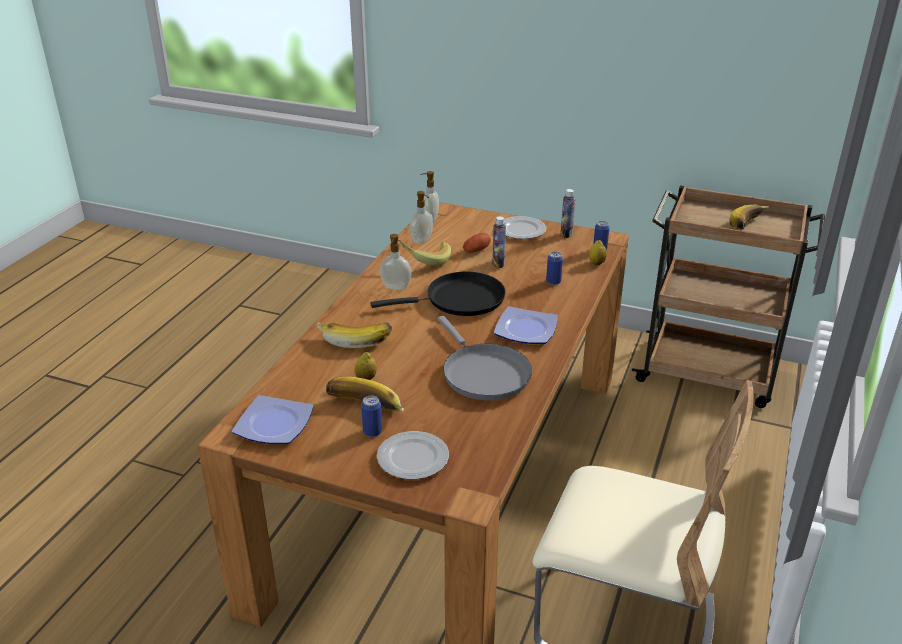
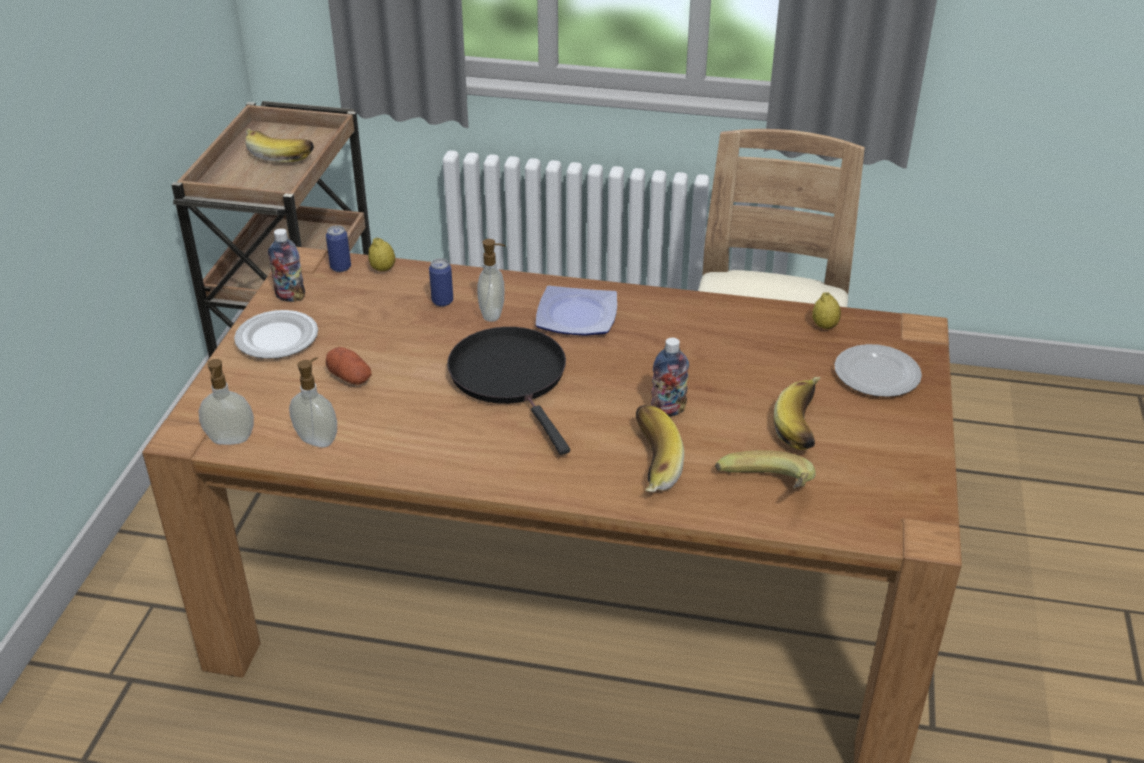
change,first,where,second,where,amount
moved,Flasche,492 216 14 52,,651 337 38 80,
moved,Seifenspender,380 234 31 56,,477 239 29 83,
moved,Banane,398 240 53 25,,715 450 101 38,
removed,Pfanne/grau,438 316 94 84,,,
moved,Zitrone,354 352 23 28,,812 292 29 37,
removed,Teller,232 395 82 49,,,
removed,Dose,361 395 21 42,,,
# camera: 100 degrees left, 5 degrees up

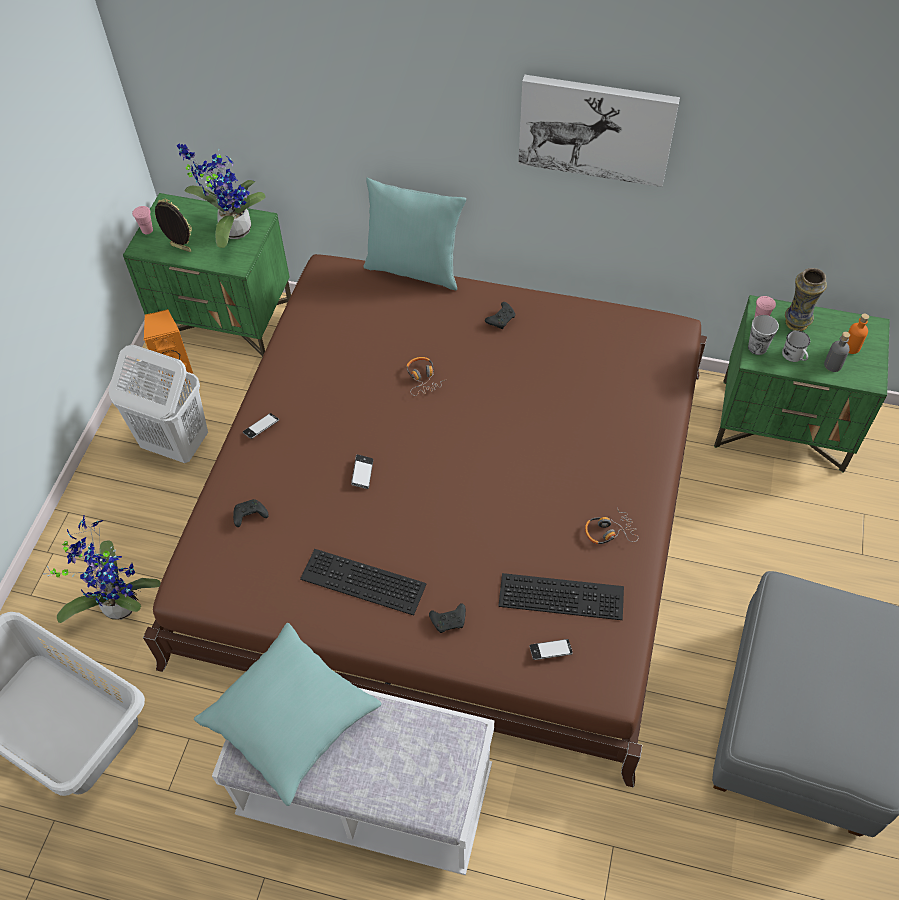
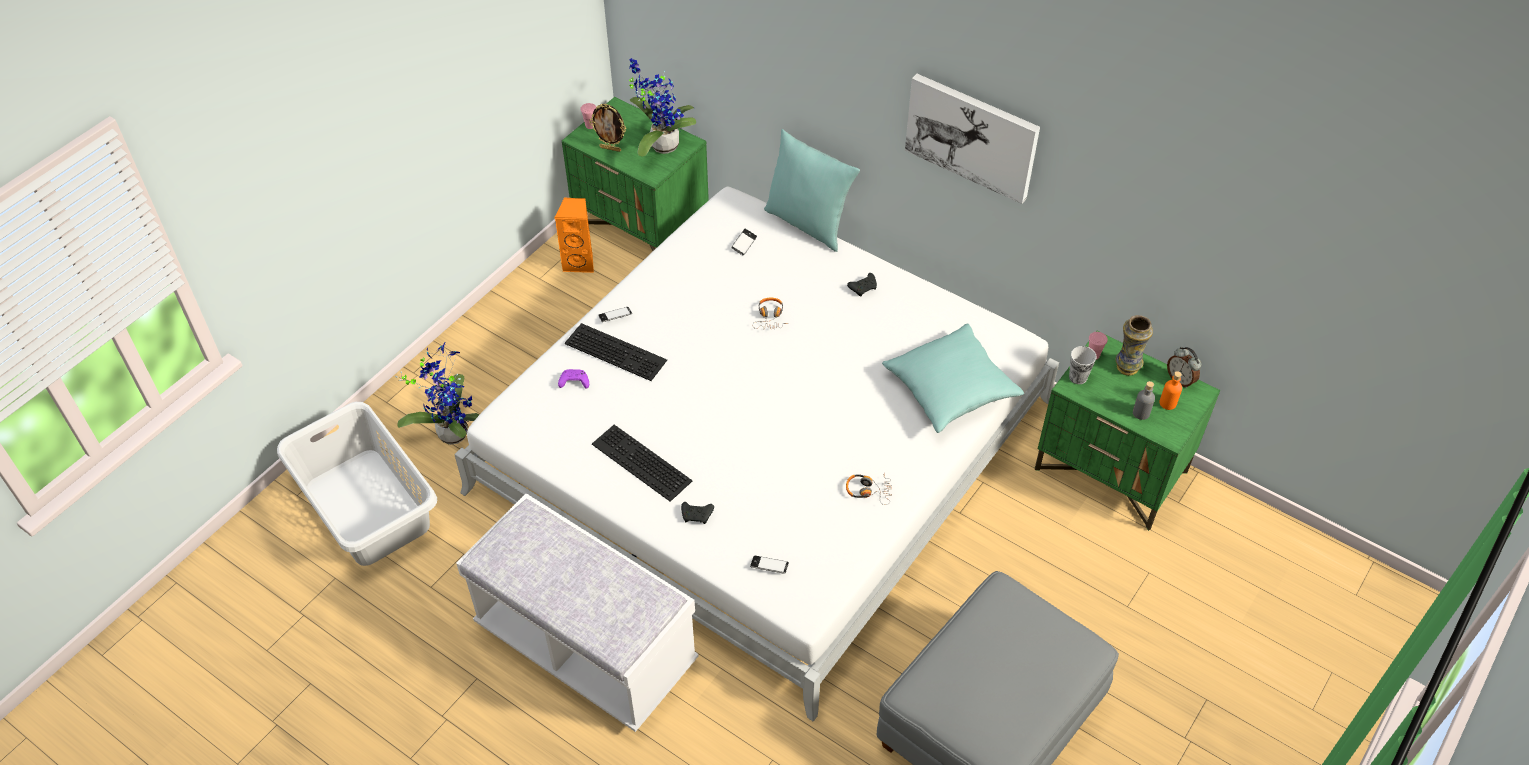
change,first,where,second,where,amount
turned,Bilderrahmen,155 199 37 53,,589 104 37 48,150 degrees clockwise
recoloured,Bett/braun,143 254 564 534,Bett/weiß,454 186 605 535,
removed,Henkelbecher/weiß,782 330 28 32,,,
removed,Wäschekorb/weiß,109 345 99 118,,,
moved,Handy,351 454 22 35,,731 229 26 26,
recoloured,Gamepad/schwarz,233 499 36 28,Gamepad/lila,558 369 31 20,
moved,Tastatur,498 573 126 47,,565 323 102 58,
moved,Kissen/türkis,194 623 187 183,,882 323 142 110,
added,,,Wecker,1167 347 35 41,
# camera: 20 degrees right, 5 degrees down

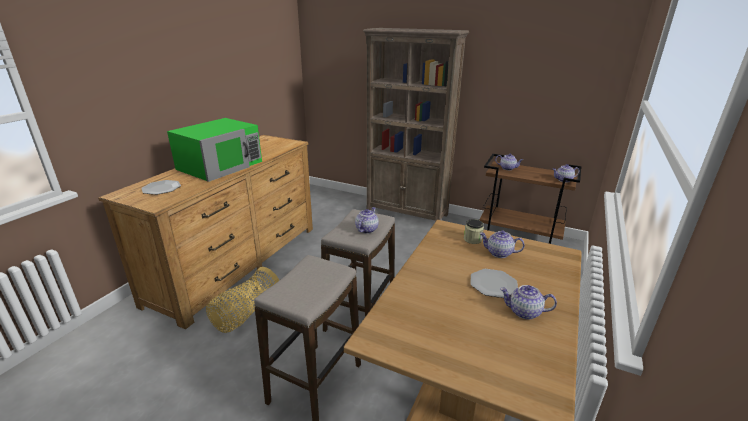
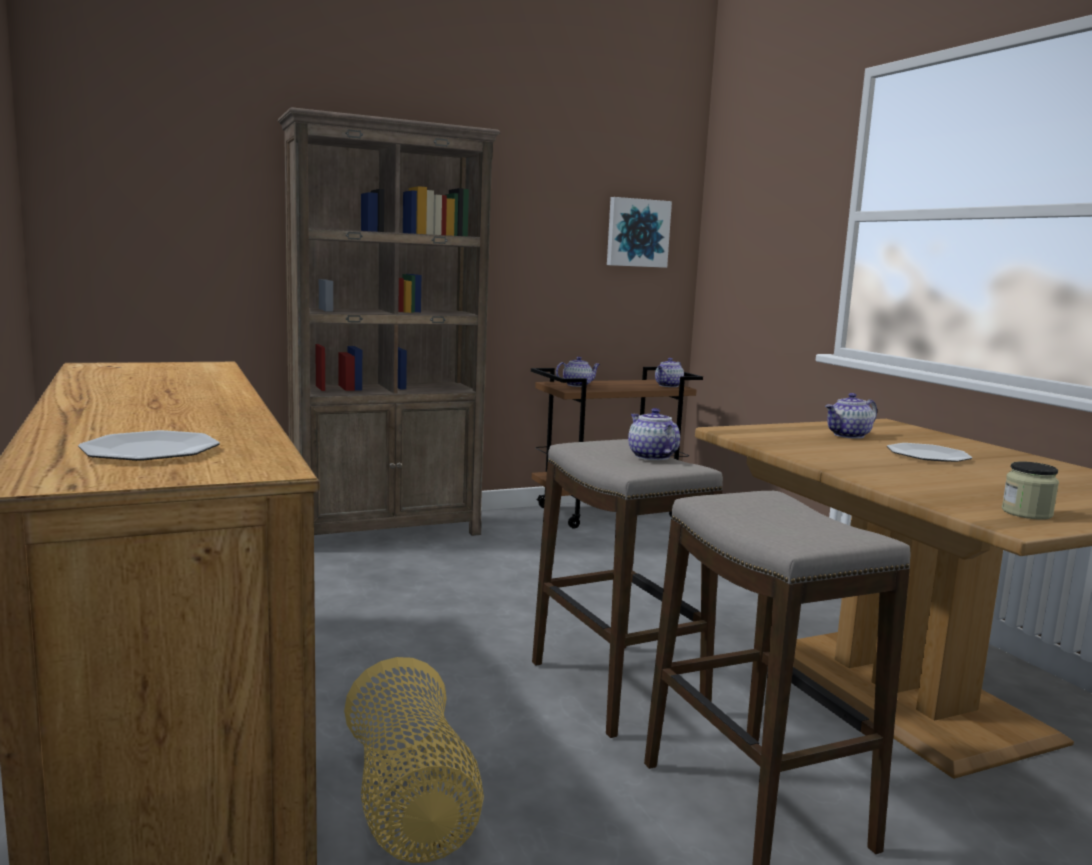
change,first,where,second,where,amount
removed,Mikrowelle/grün,167 118 95 64,,,
moved,Vorratsglas,464 219 20 25,,1002 461 57 59,
removed,Teekanne,500 285 57 35,,,
added,,,Bild,607 197 65 71,
# camera: 50 degrees left, 15 degrees down

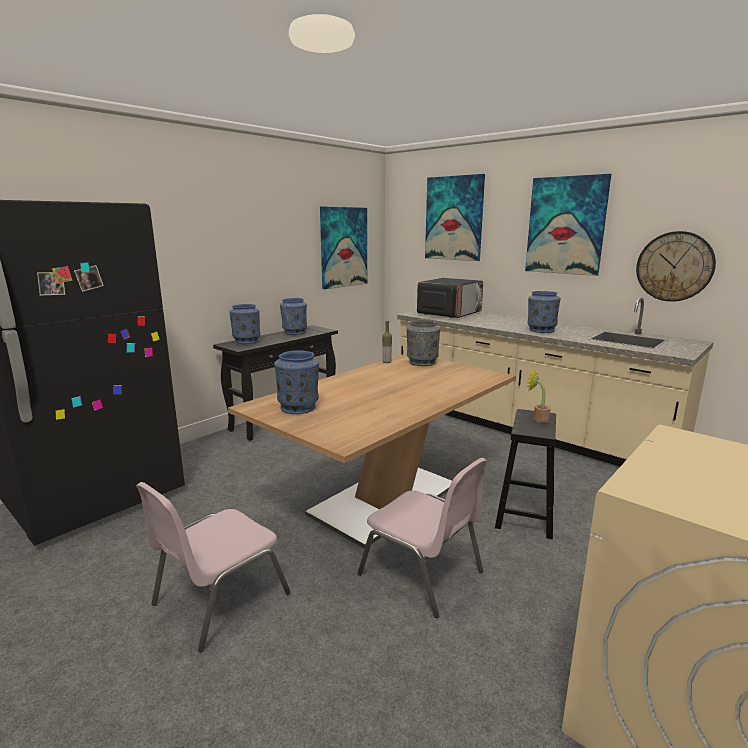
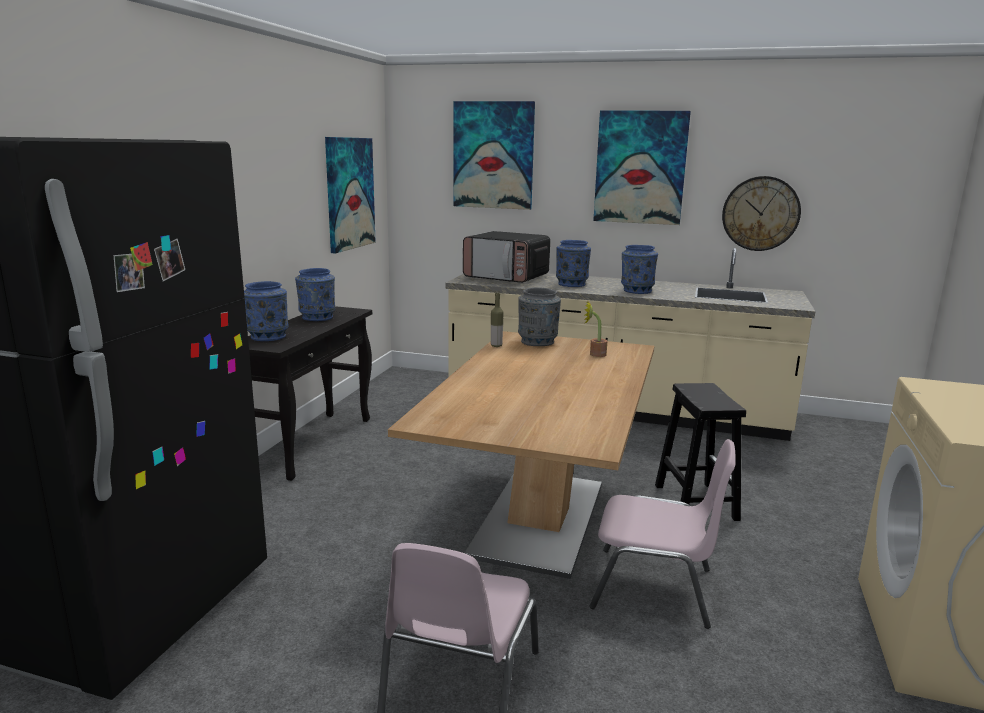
change,first,where,second,where,amount
turned,Mikrowelle,417 278 66 40,,463 231 87 52,105 degrees clockwise
moved,Vase/blau,274 350 45 64,,556 240 35 47,
moved,Topfpflanze,527 369 24 54,,584 301 23 56,
# camera: 25 degrees left, 0 degrees up

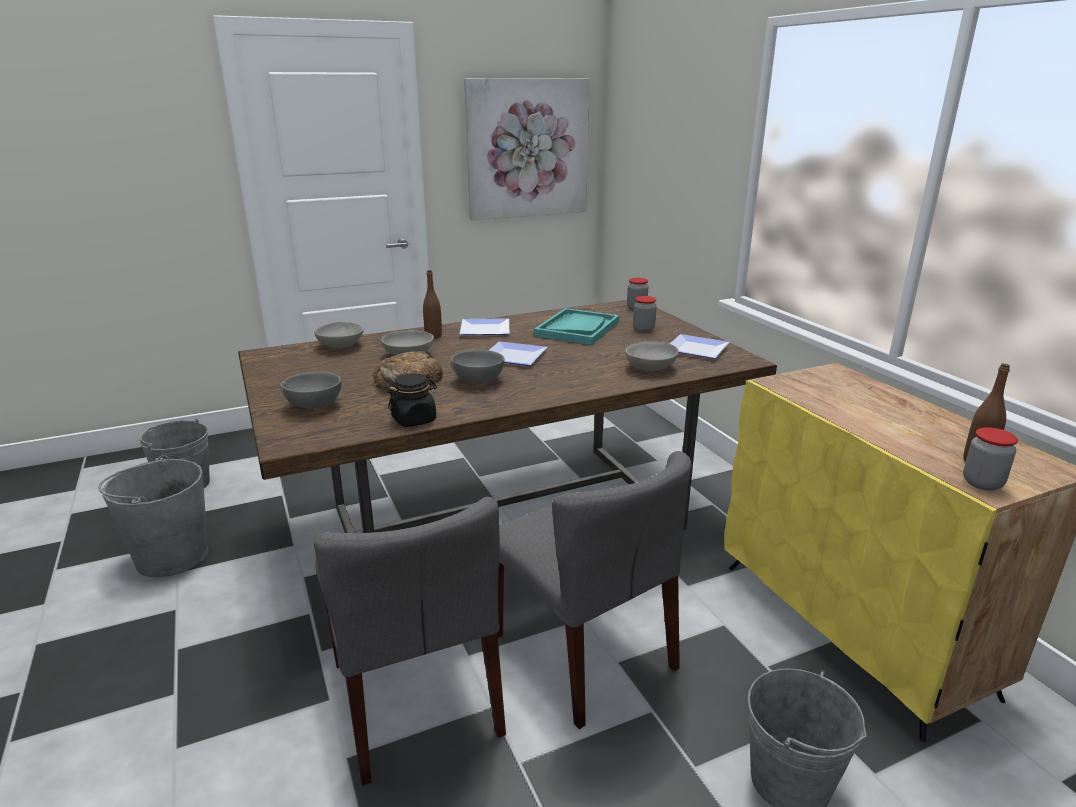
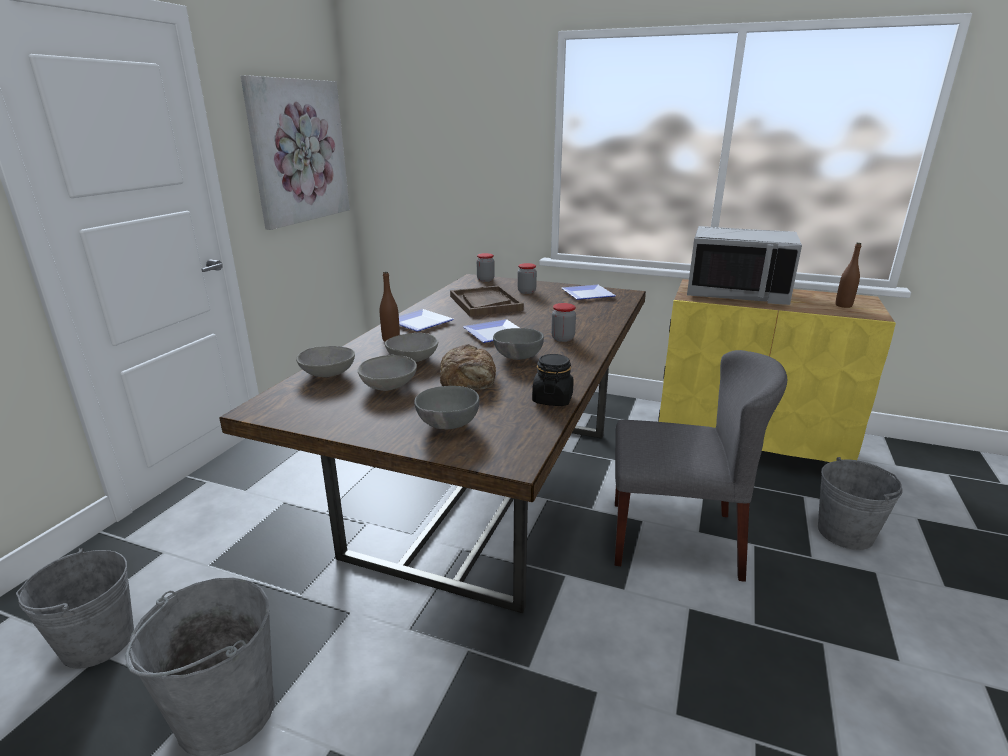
change,first,where,second,where,amount
recoloured,Tablett/türkis,534 308 85 37,Tablett/braun,450 285 74 31,
moved,Schüssel/grau,625 341 54 30,,358 355 59 36,
moved,Vorratsglas,963 427 55 64,,551 303 25 39,
removed,Stuhl/grau,314 497 192 289,,,
added,,,Mikrowelle/grau,687 226 115 79,
# camera: 45 degrees left, 0 degrees up

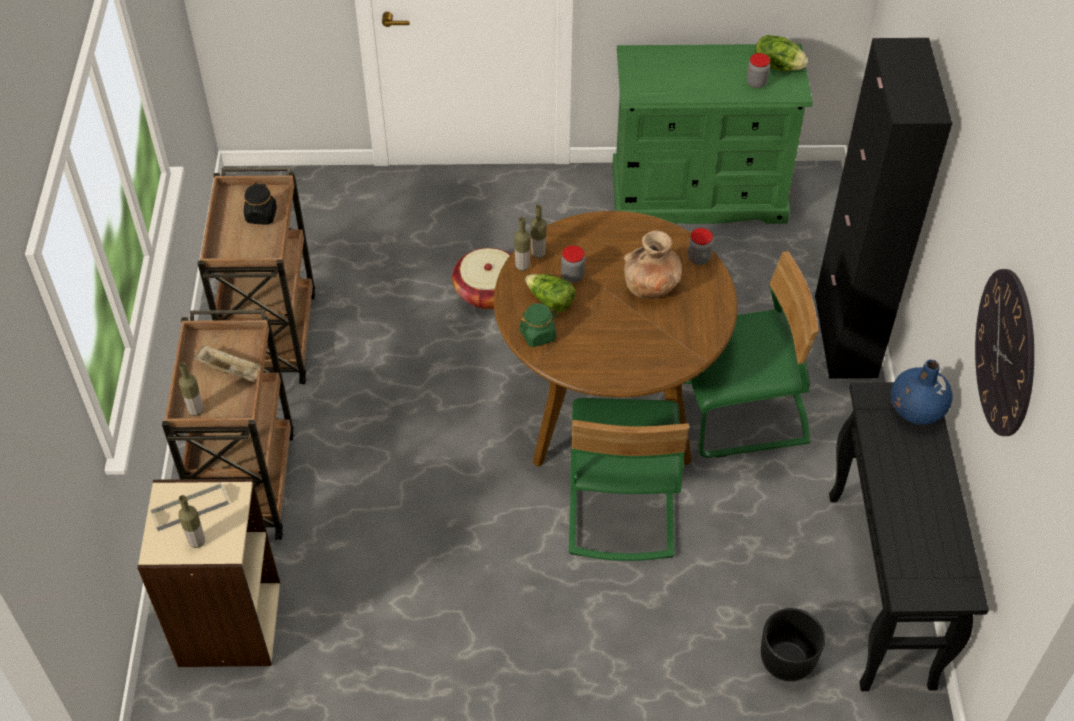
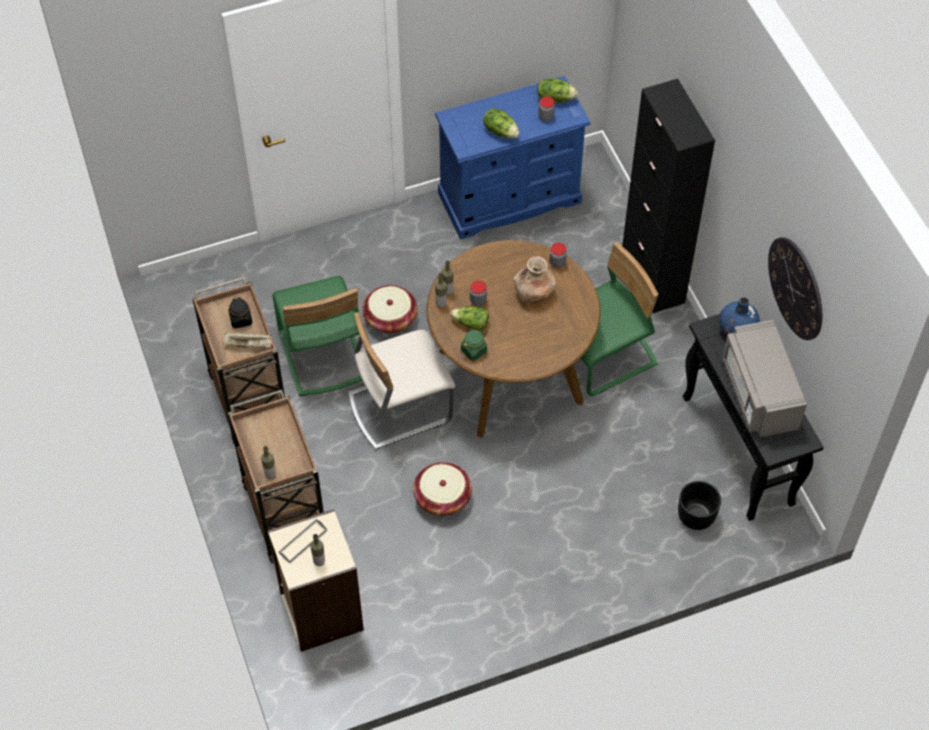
change,first,where,second,where,amount
recoloured,Kommode/grün,612 44 201 180,Kommode/blau,435 76 156 164,
moved,Tablett/beige,194 345 68 37,,223 333 49 15,
moved,Stuhl/grün,569 398 120 163,,272 276 90 120,
added,,,Salatkopf,483 108 37 30,
added,,,Stuhl/beige,348 312 107 138,
added,,,Mikrowelle/grau,722 320 85 118,
added,,,Korb,413 462 59 54,
# camera: 20 degrees left, 5 degrees up

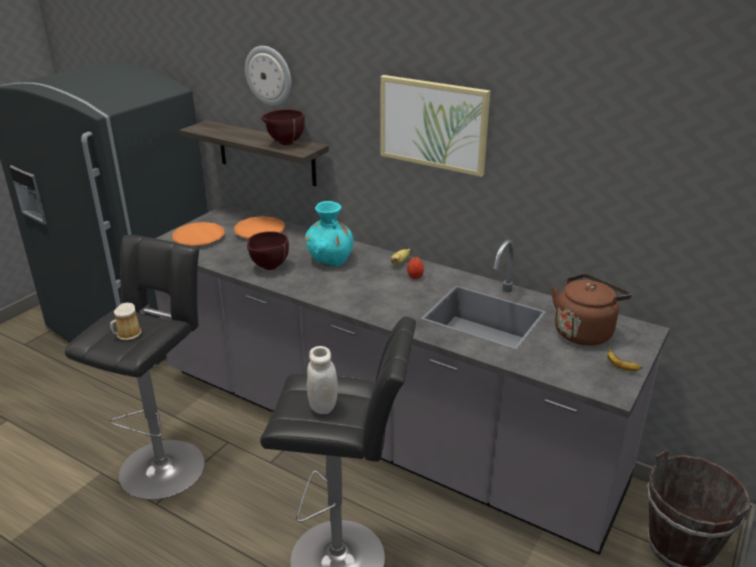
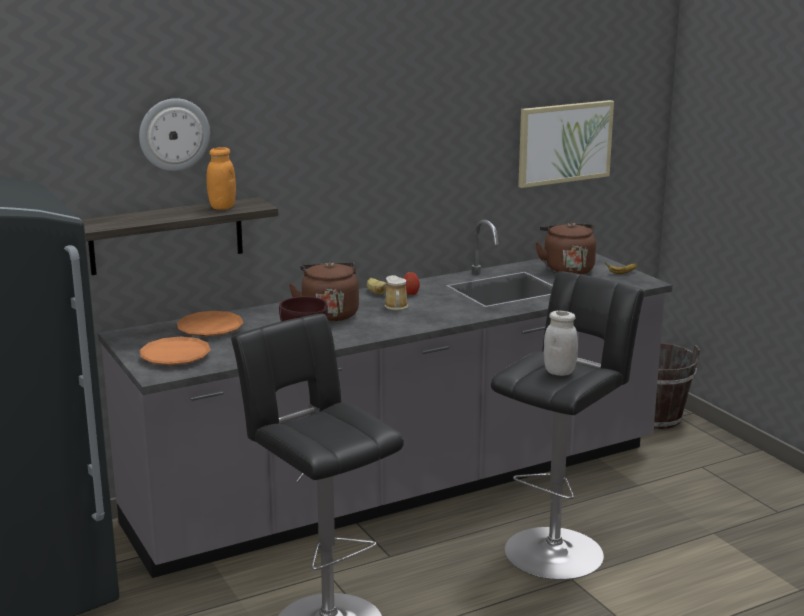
change,first,where,second,where,amount
moved,Bild,381 75 109 102,,518 100 96 88,
replaced,Schüssel/braun,261 109 44 36,Vorratsglas/orange,206 147 30 63,
replaced,Vase/türkis,305 201 49 66,Wasserkessel/braun,289 262 70 60,
moved,Henkelbecher,110 303 31 37,,385 275 23 36,
# camera: 60 degrees left, 10 degrees down

